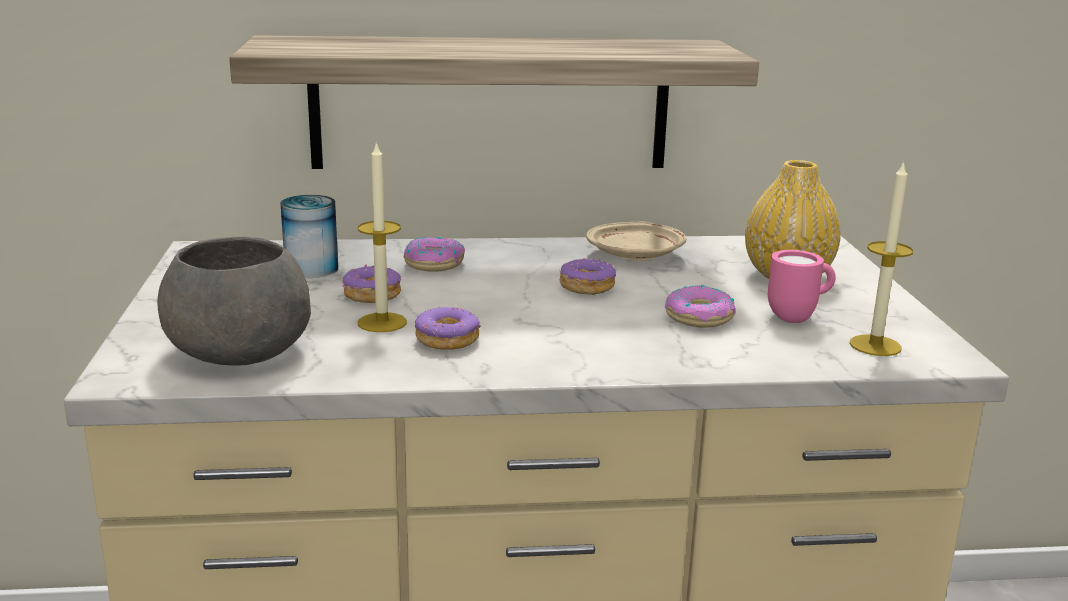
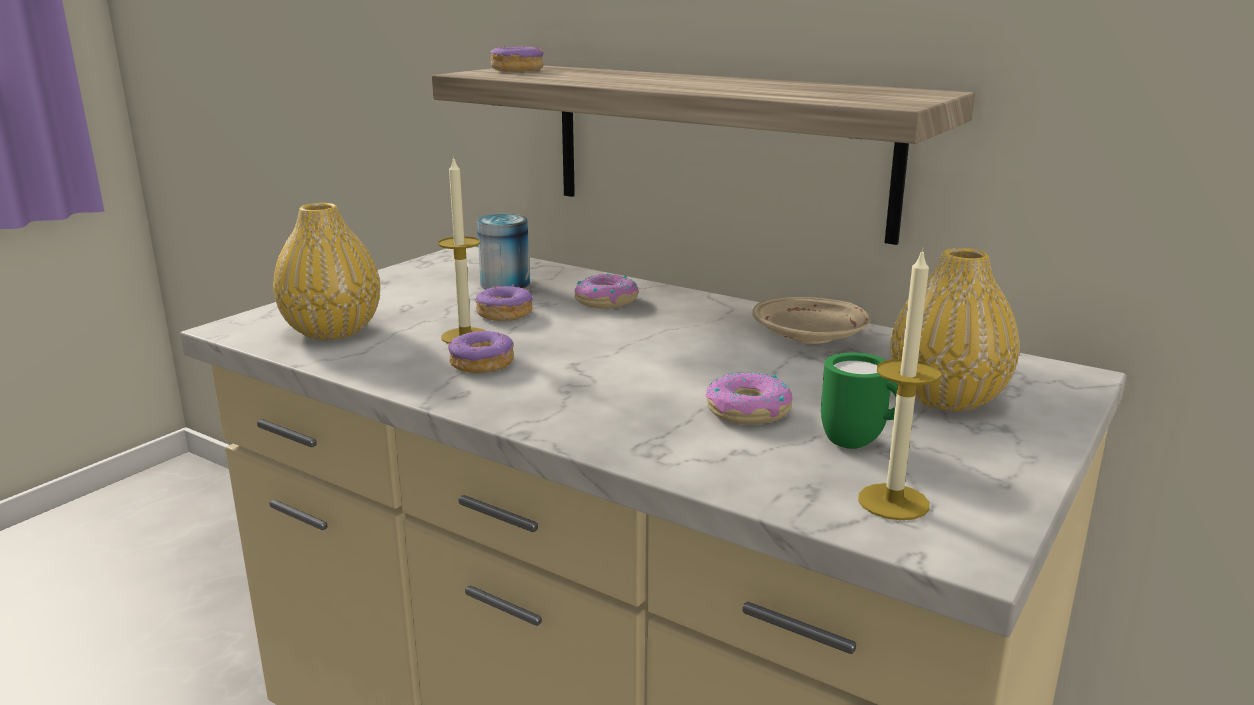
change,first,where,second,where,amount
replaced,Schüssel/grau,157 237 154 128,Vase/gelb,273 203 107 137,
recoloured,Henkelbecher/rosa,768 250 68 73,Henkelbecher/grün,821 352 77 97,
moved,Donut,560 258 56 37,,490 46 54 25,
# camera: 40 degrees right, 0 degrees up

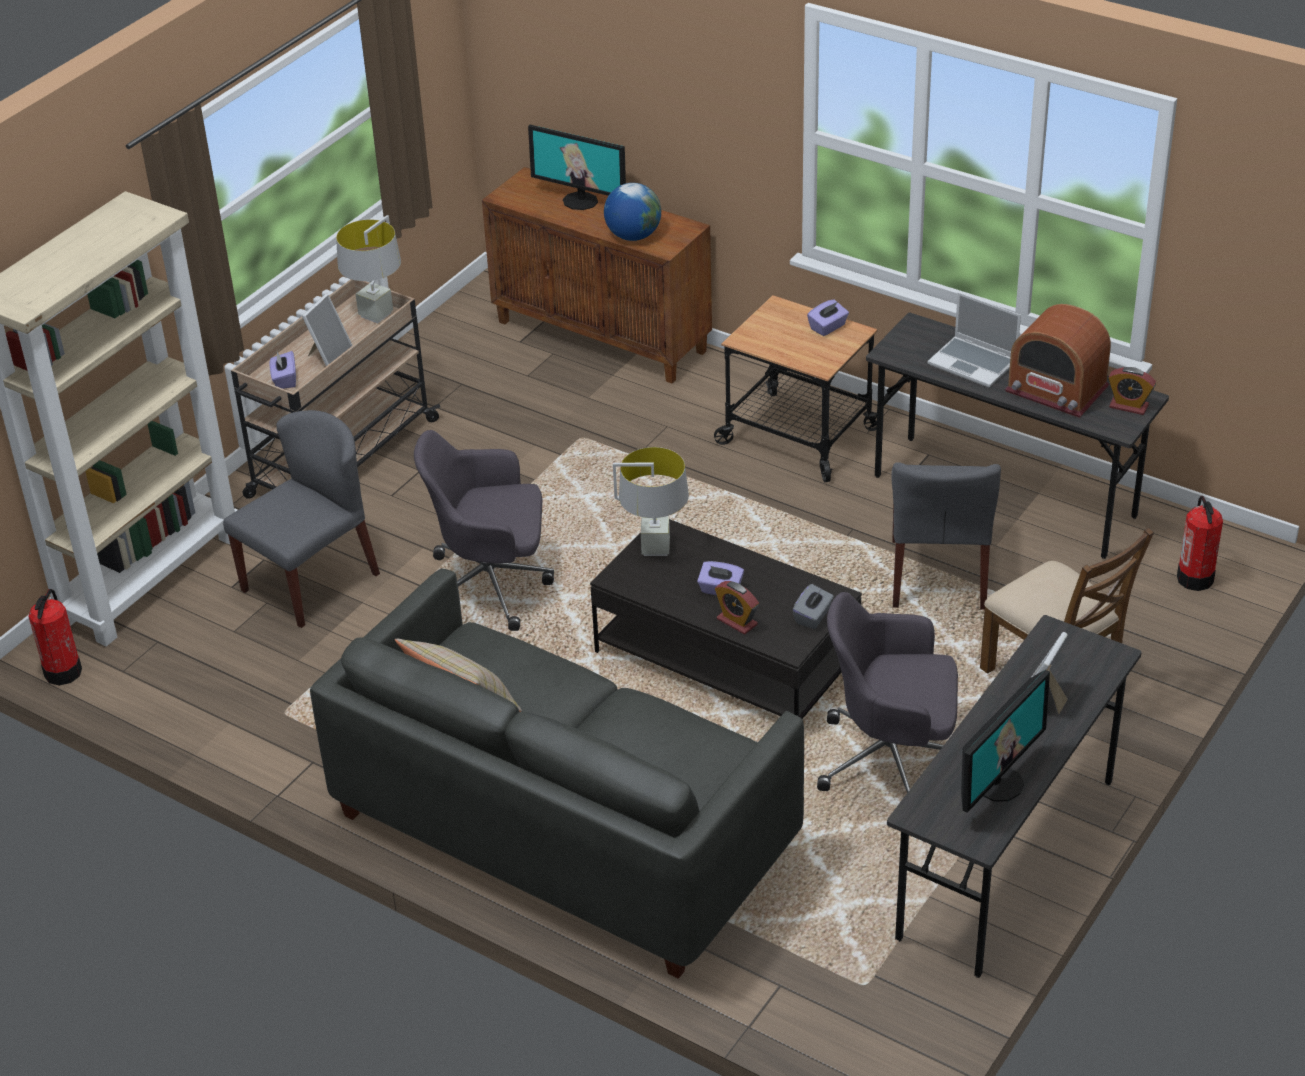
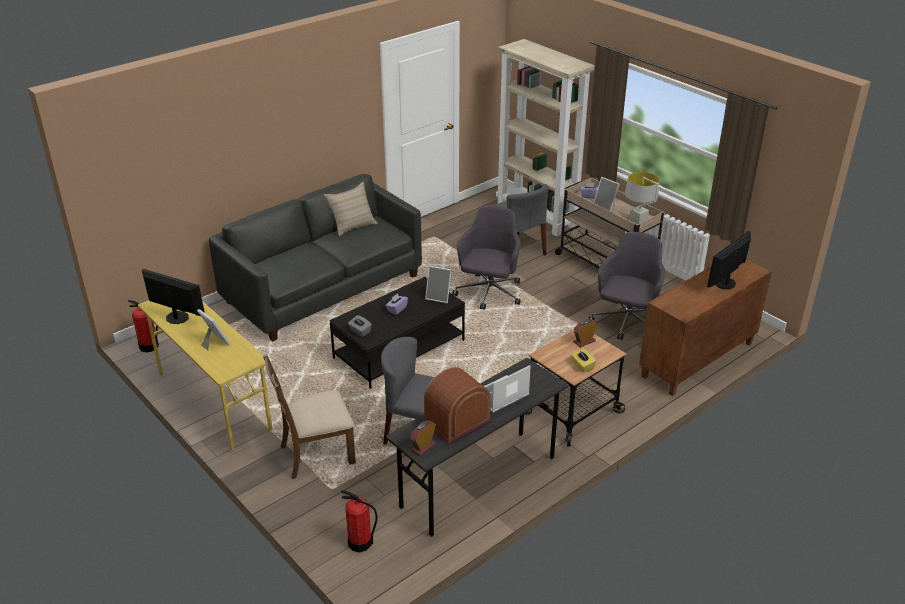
change,first,where,second,where,amount
removed,Globus,604 183 57 58,,,
recoloured,Taschentuchbox/lila,807 299 42 37,Taschentuchbox/gelb,571 348 25 25,
replaced,Tischlampe/grau,613 447 76 109,Bilderrahmen,425 266 27 37,
moved,Wecker,715 581 44 54,,573 319 25 28,
moved,Feuerlöscher,28 589 54 96,,128 300 31 52,
moved,Bürostuhl/grau,817 592 141 201,,589 232 76 108,
recoloured,Schreibtisch/grau,887 615 255 363,Schreibtisch/gelb,138 300 135 151,
turned,Monitor,961 670 89 143,,142 269 63 55,150 degrees clockwise
# camera: 105 degrees right, 5 degrees down

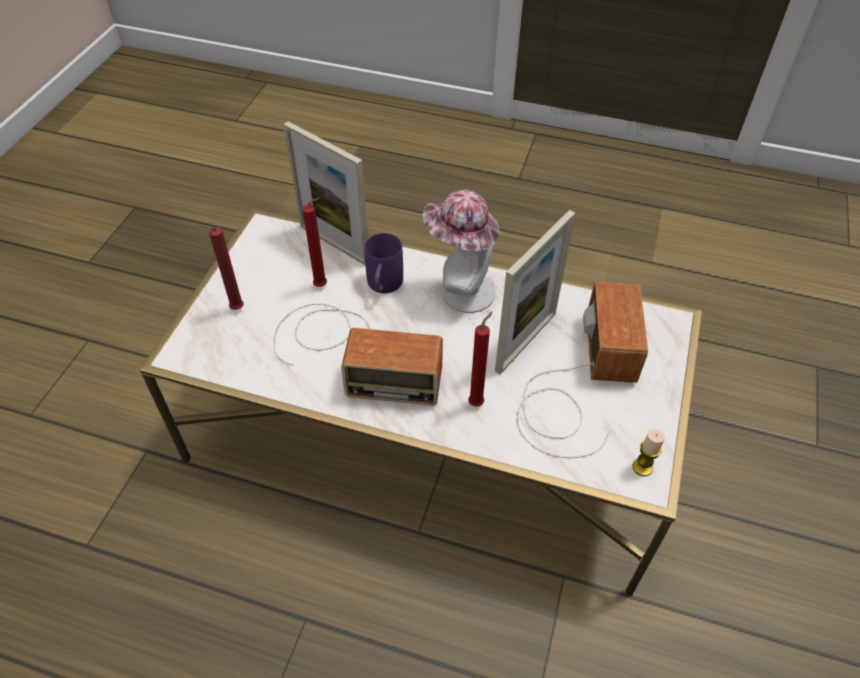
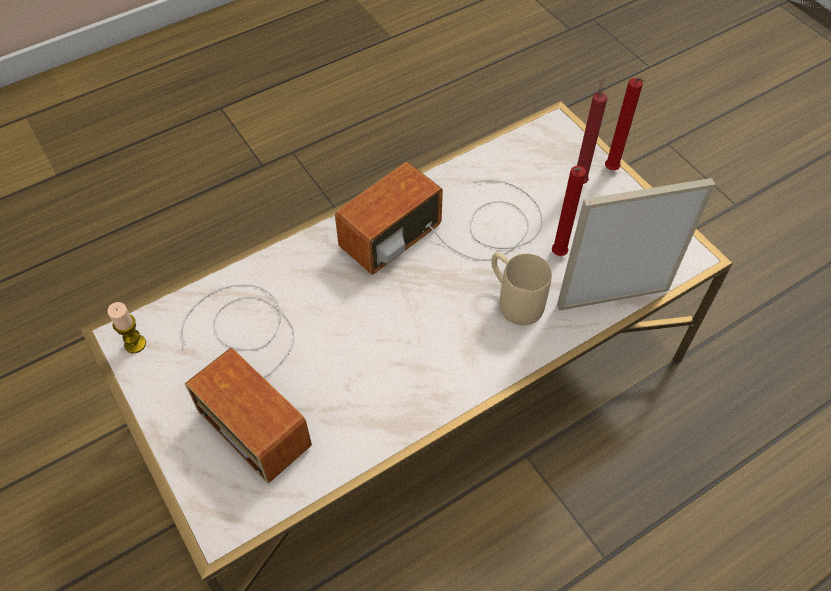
change,first,where,second,where,amount
removed,Hut,422 190 78 123,,,
removed,Bilderrahmen,495 210 81 164,,,
recoloured,Henkelbecher/lila,364 233 39 60,Henkelbecher/beige,491 252 61 73,
moved,Kerze/rot,468 311 25 96,,605 78 40 92,
# camera: 130 degrees right, 5 degrees up

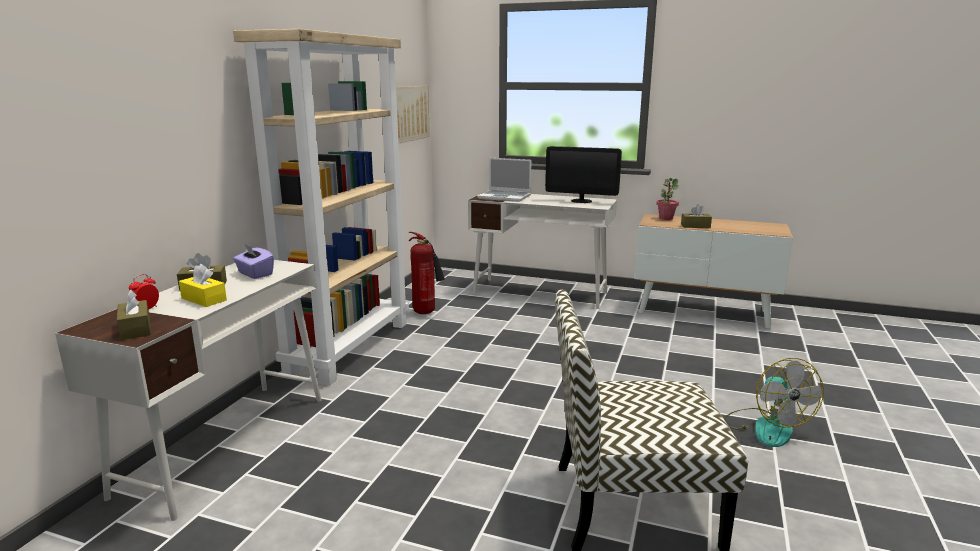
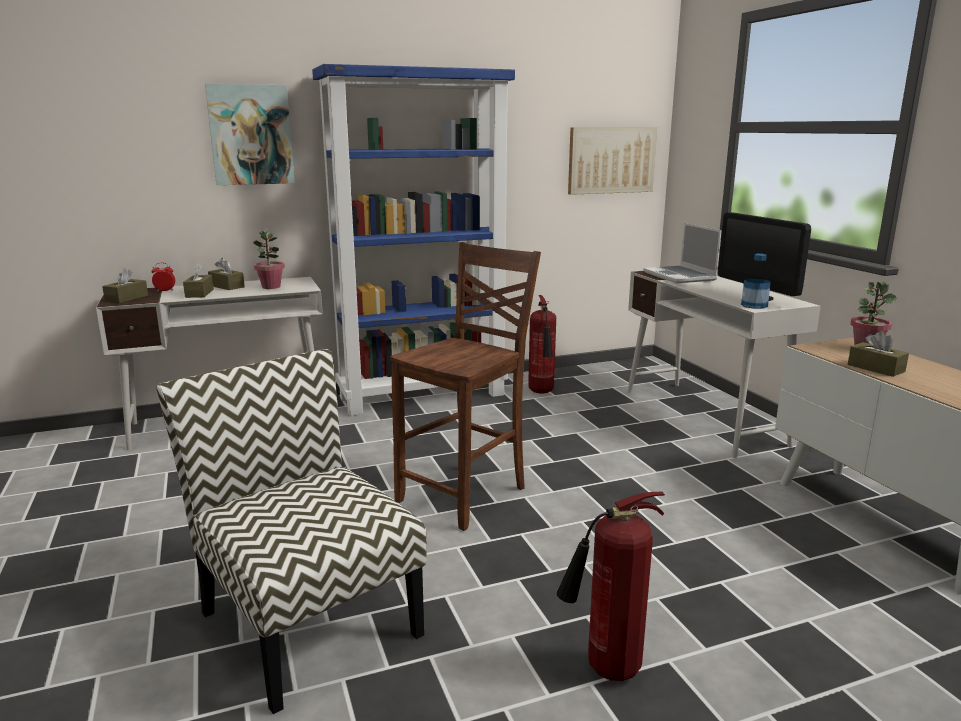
change,first,where,second,where,amount
recoloured,Bücherregal/beige,233 29 176 357,Bücherregal/blau,312 64 203 352,
replaced,Taschentuchbox/lila,233 244 41 35,Topfpflanze,253 231 32 58,
recoloured,Taschentuchbox/gelb,179 264 48 43,Taschentuchbox/braun,183 263 31 35,
replaced,Ventilator,724 358 100 89,Feuerlöscher,557 492 108 189,
added,,,Bild,205 83 90 102,
added,,,Stuhl/braun,390 242 151 289,
added,,,Flasche,741 254 30 55,
# camera: 50 degrees right, 0 degrees up

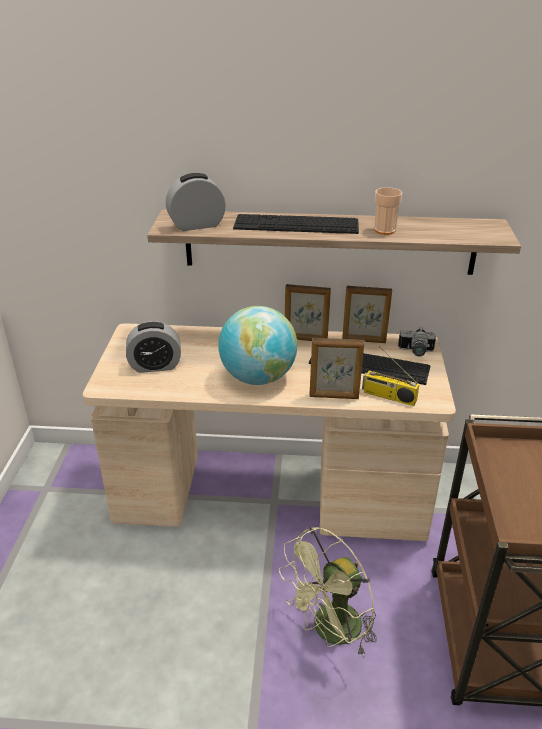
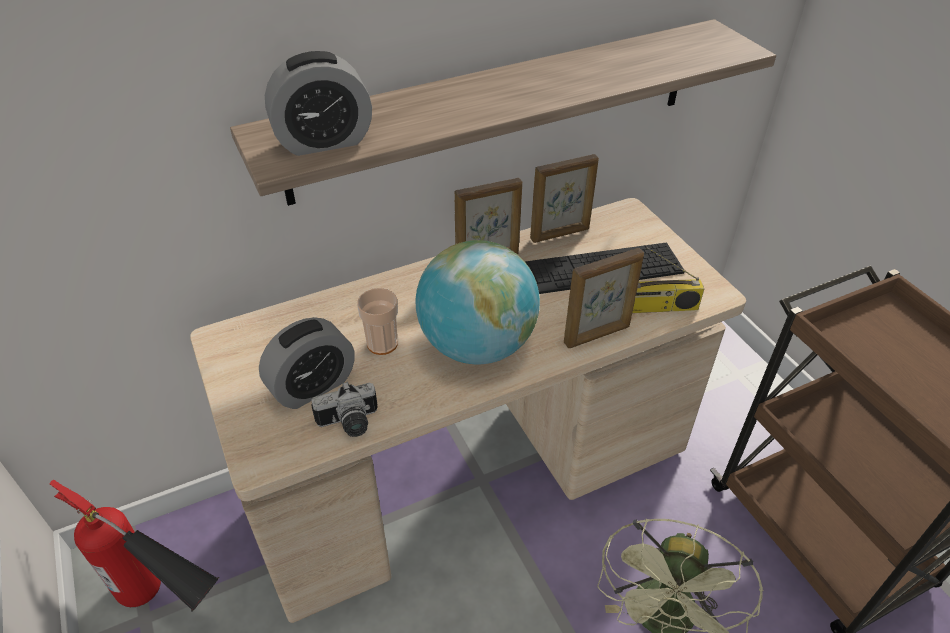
change,first,where,second,where,amount
turned,Wecker,166 173 60 58,,265 51 107 105,150 degrees counterclockwise
moved,Tasse,374 187 28 48,,357 288 41 67,
removed,Tastatur,233 214 126 20,,,
moved,Kamera,398 327 38 30,,311 381 67 56,
added,,,Feuerlöscher,49 480 170 132,
# camera: 30 degrees left, 10 degrees up

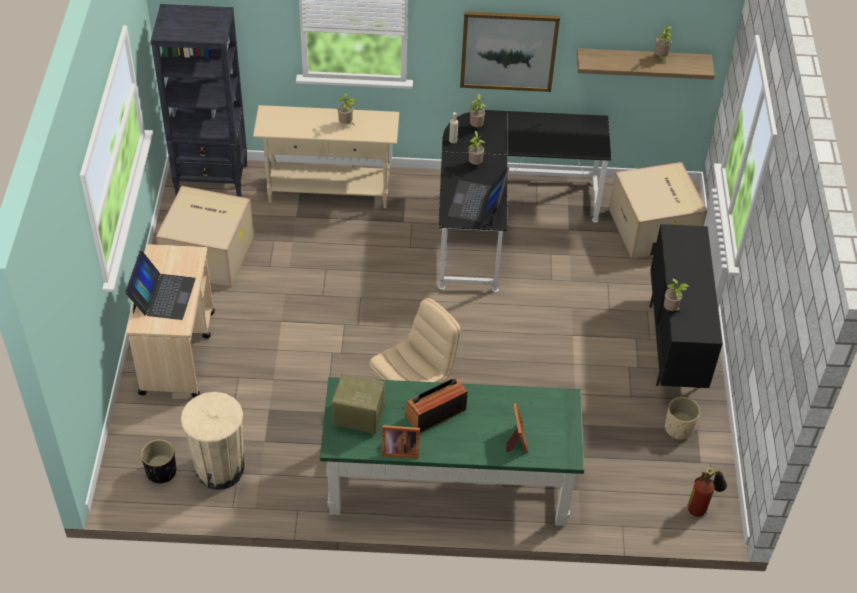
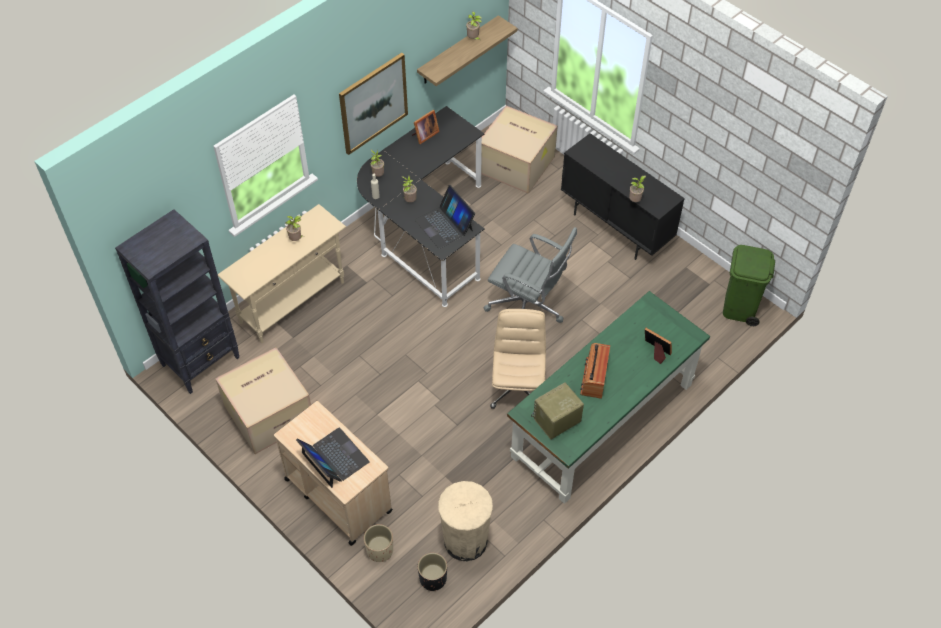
change,first,where,second,where,amount
moved,Pflanzkübel/beige,665 397 35 43,,364 524 29 38,
moved,Bilderrahmen,381 425 39 34,,412 110 28 34,
replaced,Feuerlöscher,688 467 39 50,Mülleimer/grün,723 245 52 81,
added,,,Bürostuhl/grau,484 227 93 96,
# camera: 45 degrees left, 5 degrees up

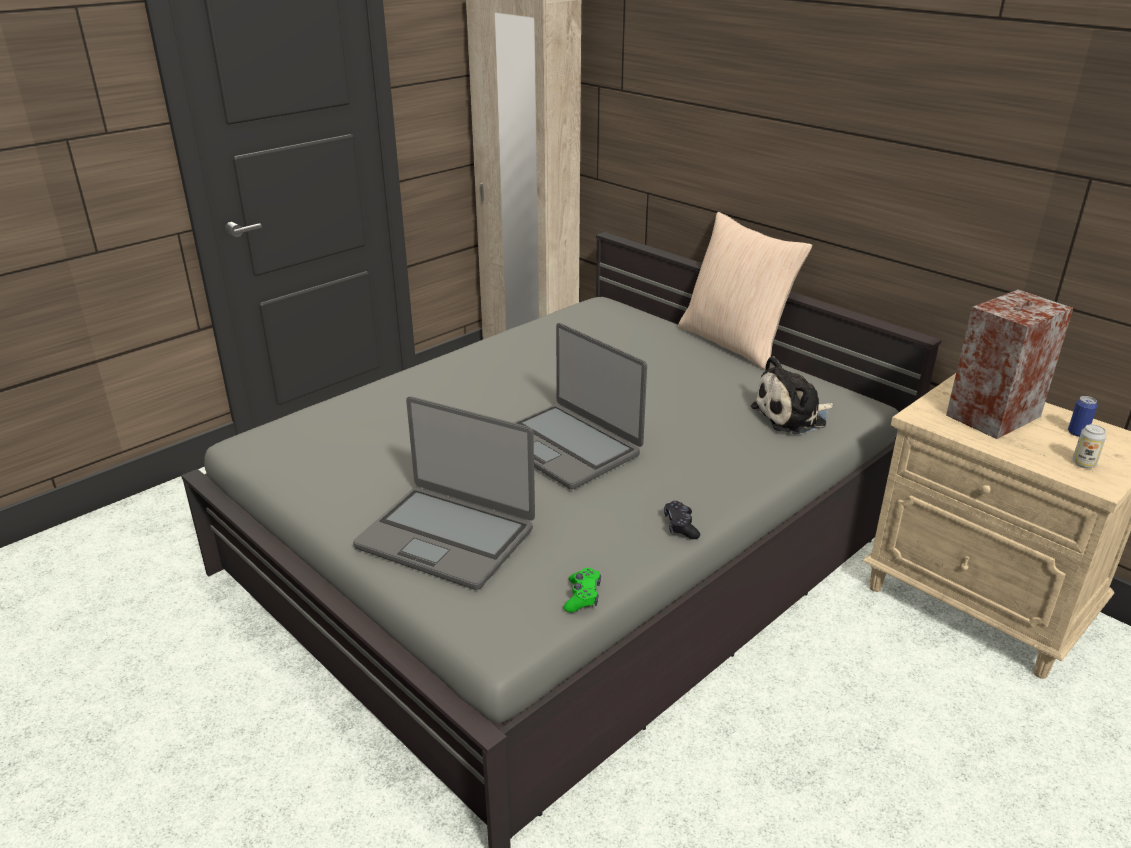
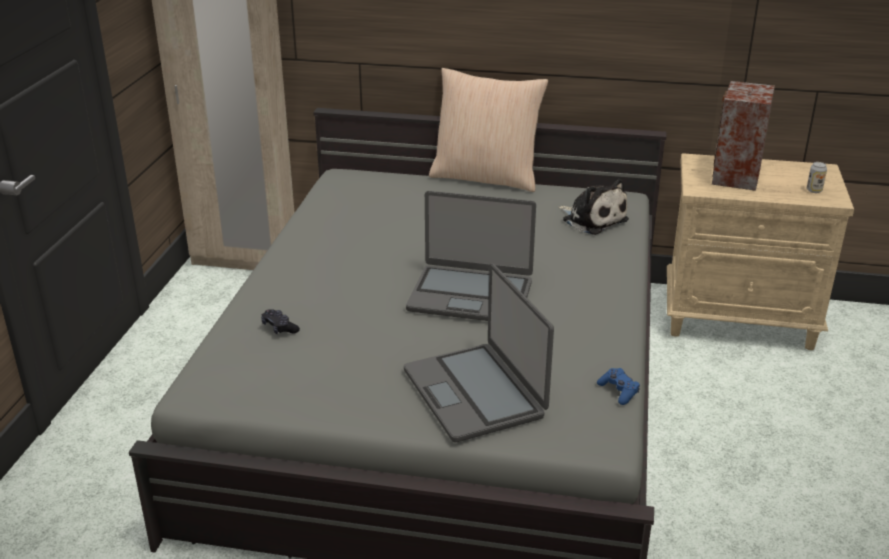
change,first,where,second,where,amount
turned,Plüschtier,751 356 83 78,,558 179 71 56,75 degrees counterclockwise
turned,Laptop,353 396 182 194,,404 264 150 178,75 degrees clockwise
removed,Dose,1068 396 29 41,,,
moved,Gamepad/schwarz,664 501 36 38,,261 309 39 25,
recoloured,Gamepad/grün,564 568 37 44,Gamepad/blau,597 368 43 37,
# camera: 35 degrees left, 0 degrees up

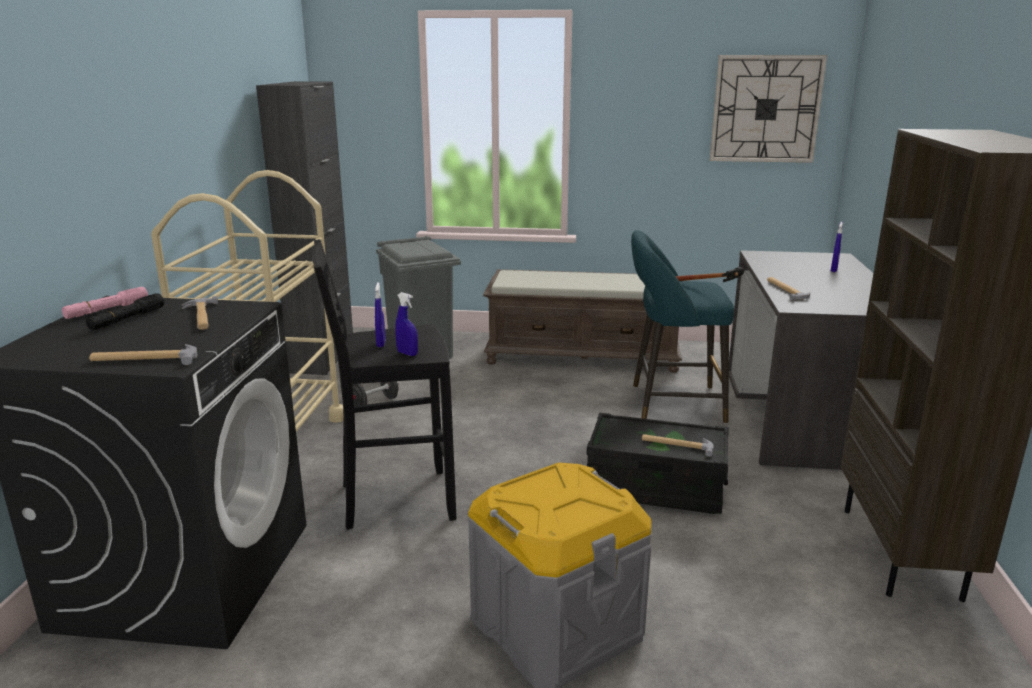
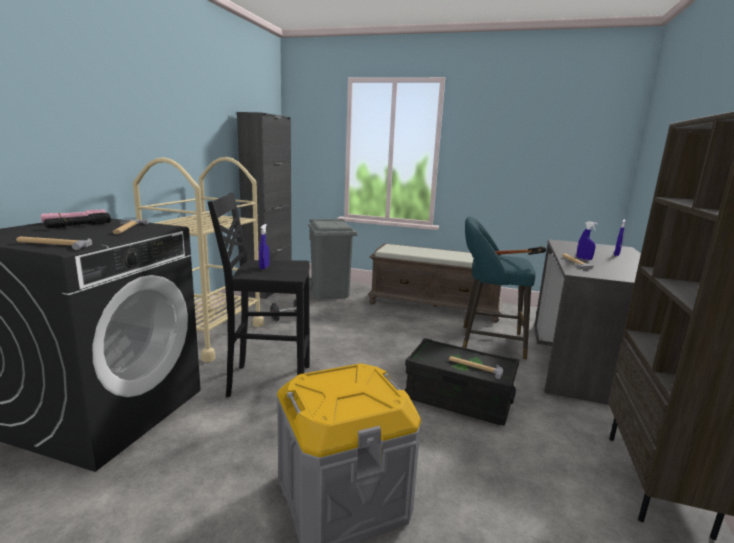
change,first,where,second,where,amount
removed,Wanduhr,710 55 117 108,,,
moved,Sprühflasche/blau,395 292 23 64,,577 221 21 39,
# camera: 10 degrees right, 5 degrees down

